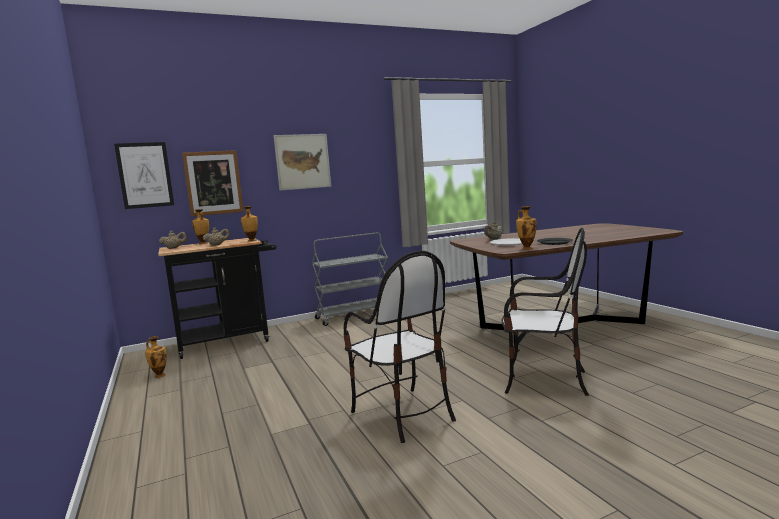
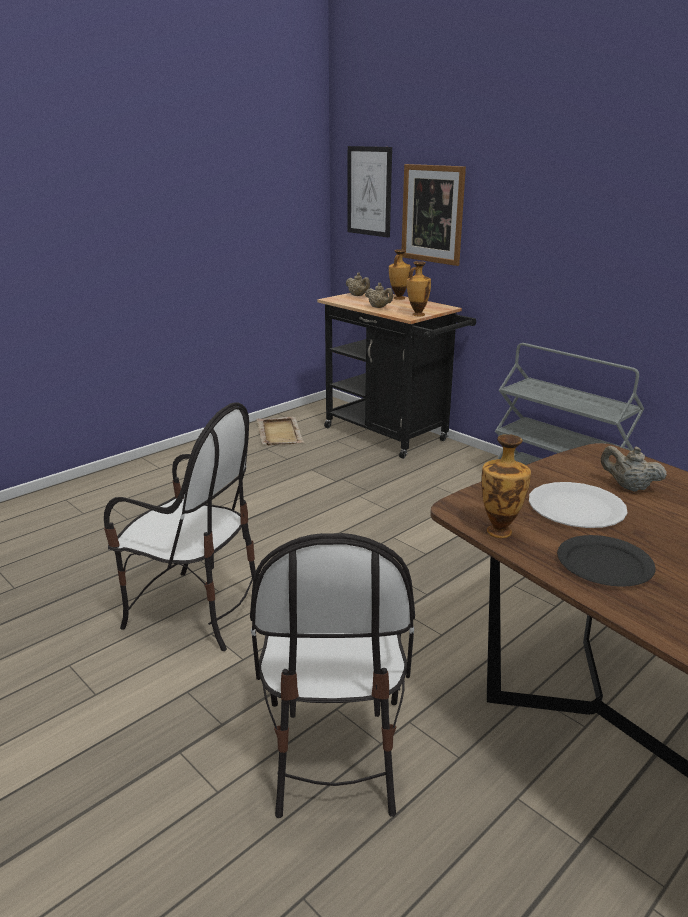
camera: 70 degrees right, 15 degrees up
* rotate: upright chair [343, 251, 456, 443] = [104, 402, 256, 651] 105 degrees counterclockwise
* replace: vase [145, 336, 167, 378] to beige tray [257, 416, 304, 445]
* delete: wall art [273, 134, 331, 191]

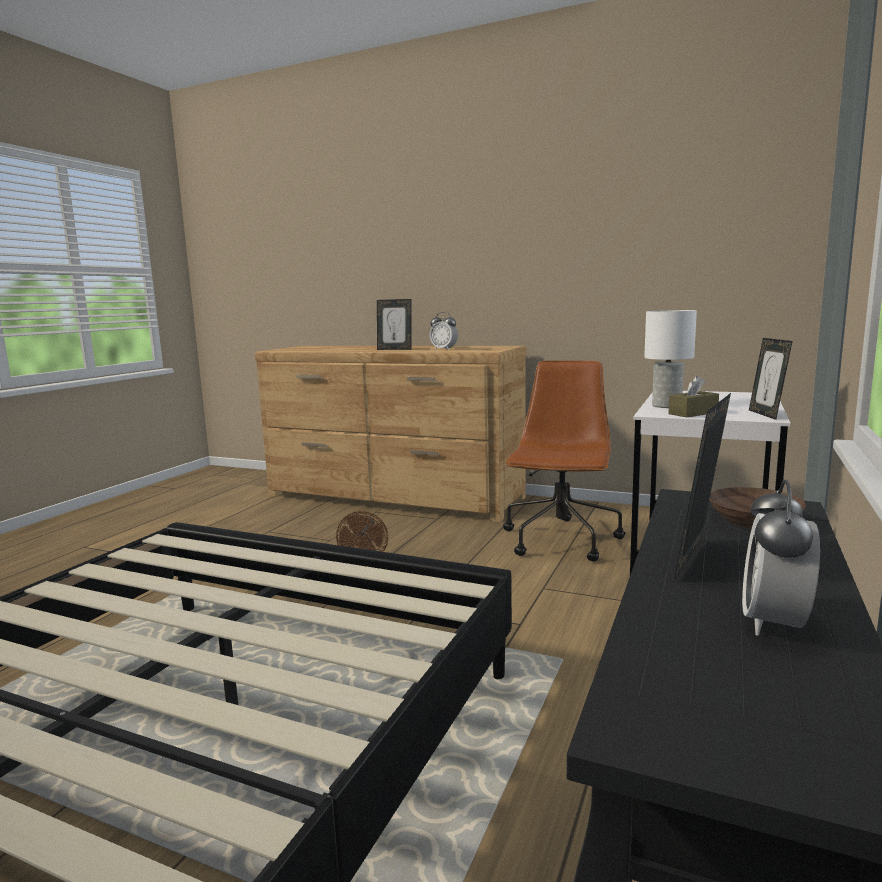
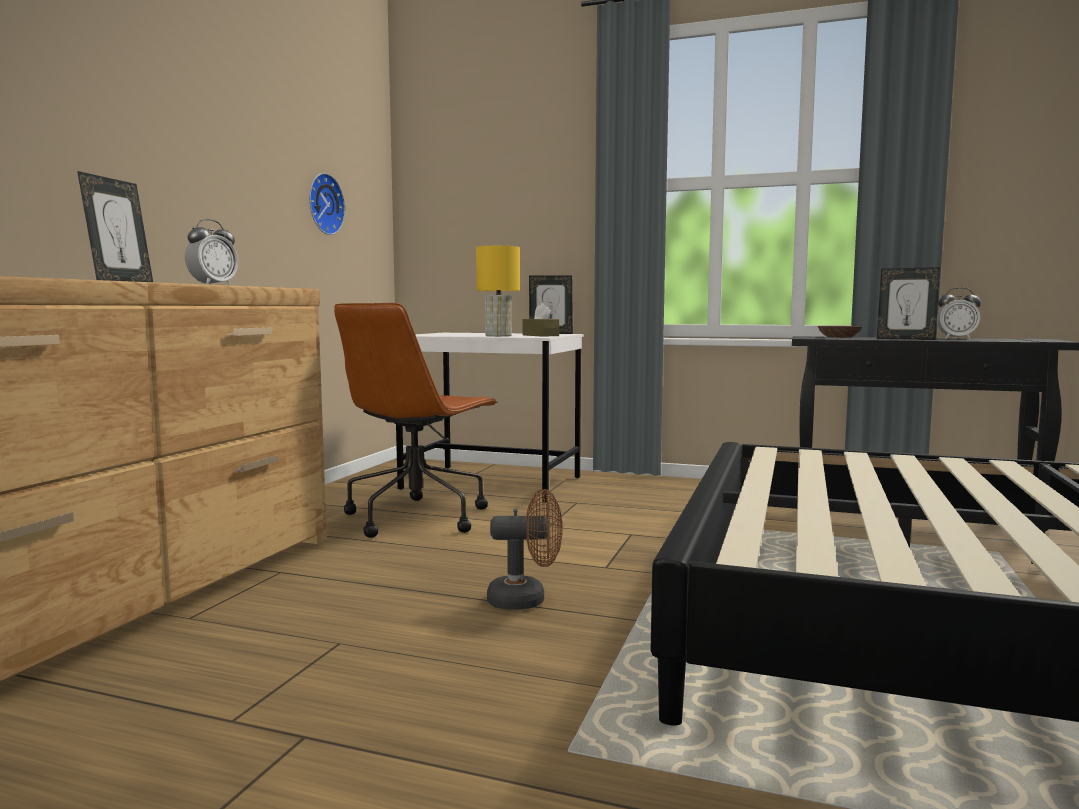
camera: 95 degrees left, 5 degrees down
* insert: hanging clock [309, 173, 345, 235]
* rotate: brown-coloured office chair [503, 360, 625, 562] = [334, 303, 498, 538] 75 degrees counterclockwise
* recolor: whitish lamp for a table [644, 310, 697, 408] to yellowish lamp for a table [476, 246, 520, 337]

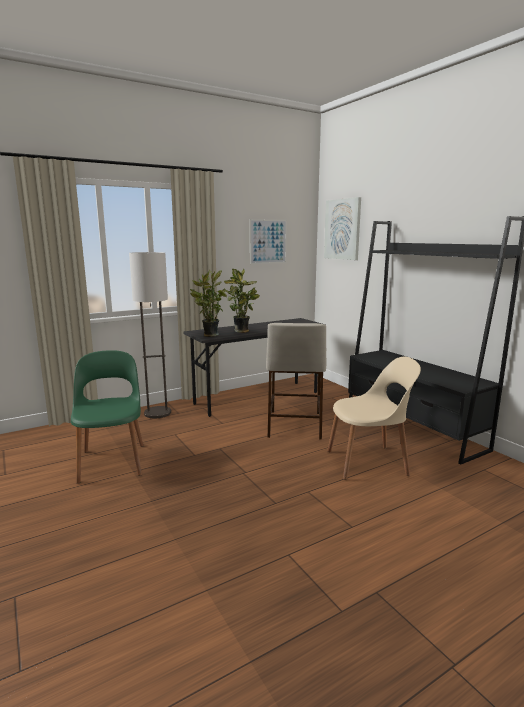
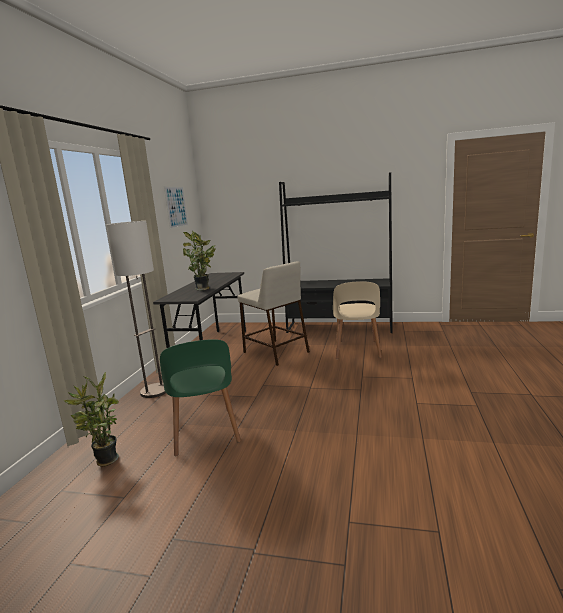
camera: 45 degrees left, 0 degrees up
* move: plant in a pot [190, 269, 227, 337] to [64, 371, 119, 467]
* rotate: greenish upright chair [71, 350, 143, 484] = [160, 339, 241, 456] 135 degrees counterclockwise
* rotate: beige upright chair [327, 357, 421, 480] = [333, 281, 382, 359] 150 degrees clockwise
* delete: wall art [324, 197, 361, 260]

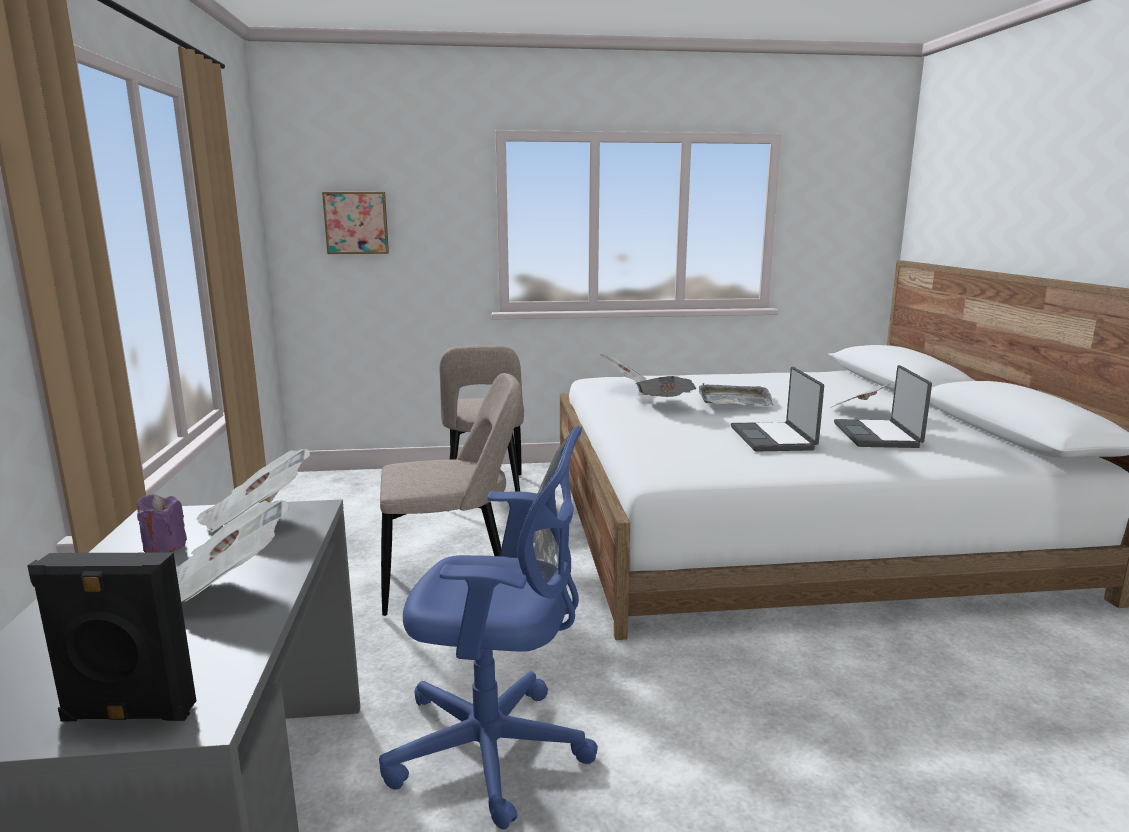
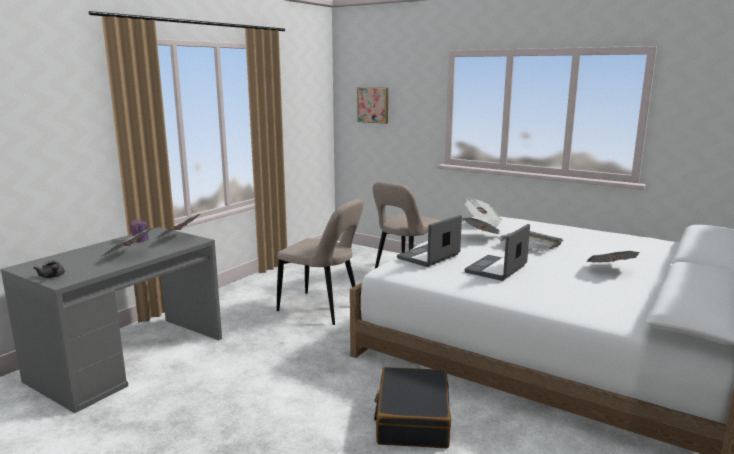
camera: 40 degrees right, 0 degrees up
* replace: black-coloured loudspeaker [27, 552, 196, 721] to grey tea pot [33, 261, 65, 278]
* insert: black-coloured travel case [374, 367, 451, 448]
* move: portable computer [834, 365, 932, 448] to [397, 215, 462, 267]
* delete: bluish office chair [379, 426, 598, 830]

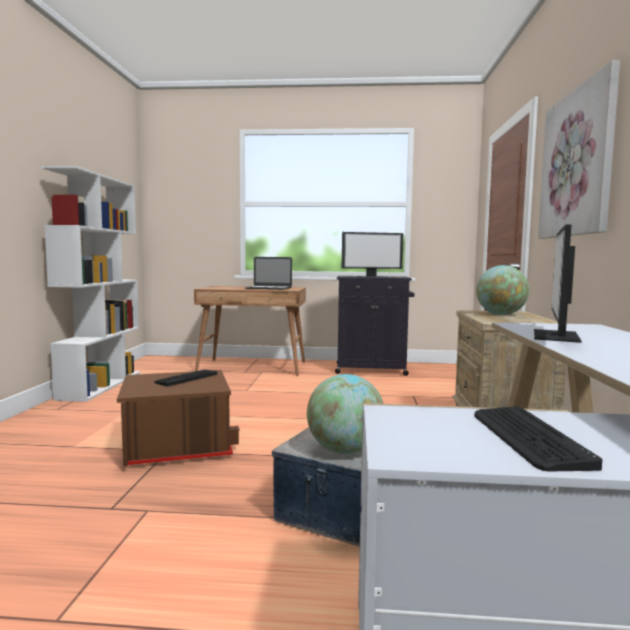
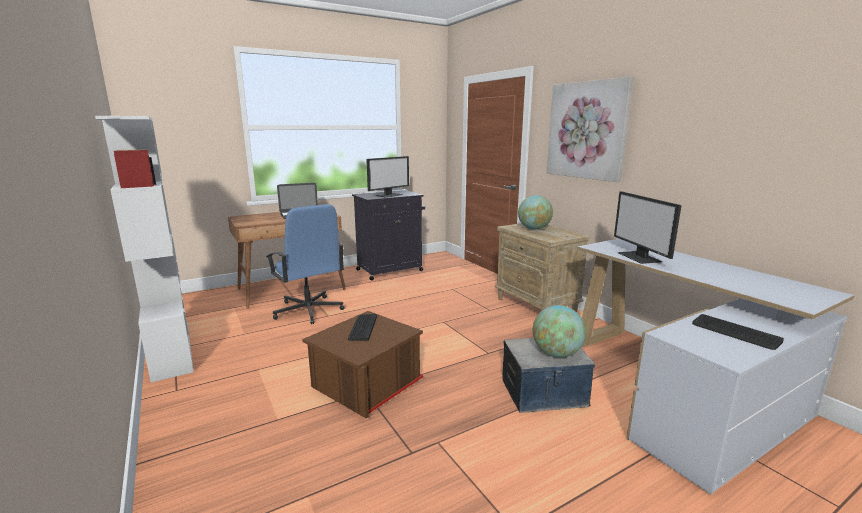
camera: 35 degrees left, 10 degrees up
* insert: bluish office chair [267, 204, 345, 324]

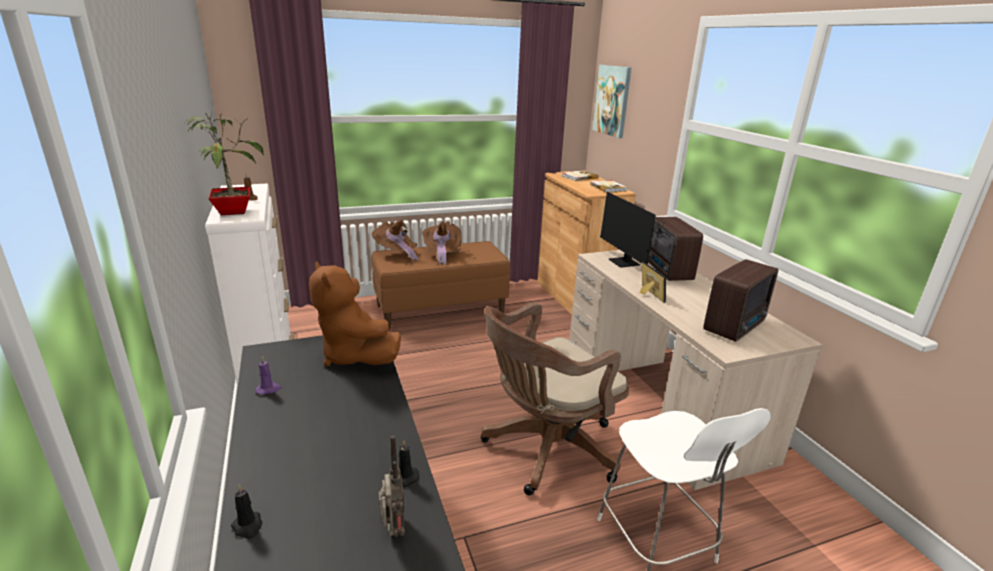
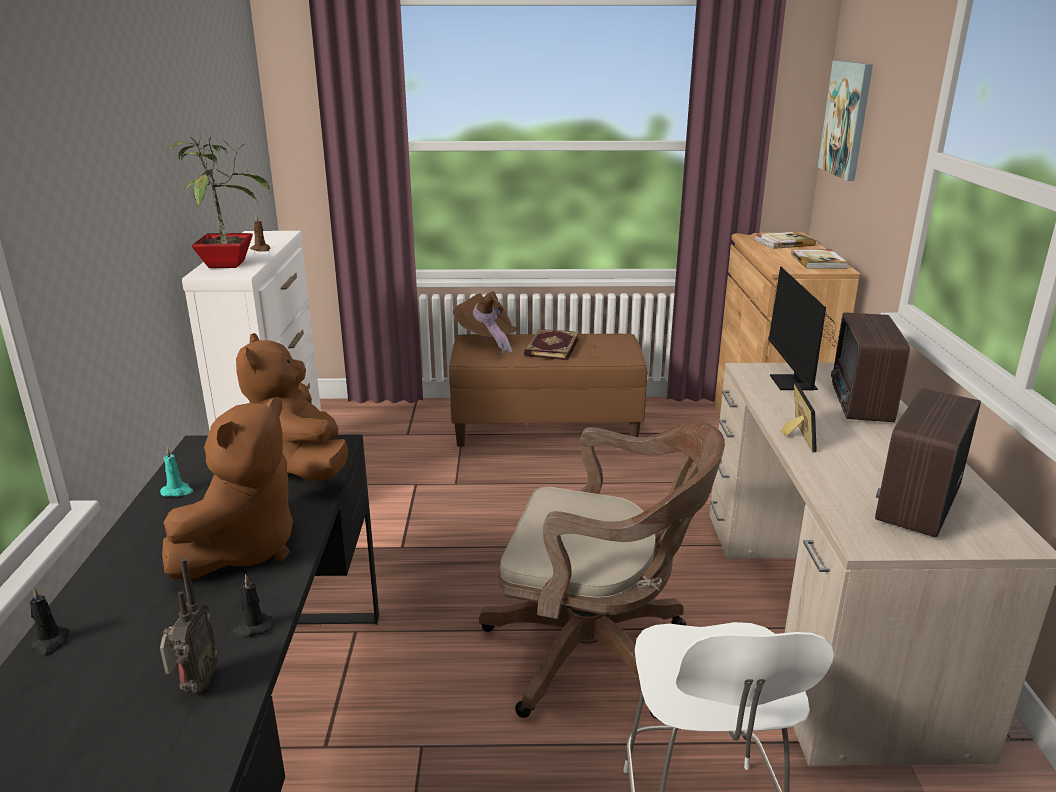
camera: 20 degrees right, 0 degrees up
* recolor: purplish candle [256, 356, 282, 395] to turquoise candle [160, 447, 193, 497]
* insert: brown-coloured plush toy [162, 397, 293, 579]
* rotate: brown-coloured office chair [481, 302, 629, 495] = [479, 421, 725, 719] 150 degrees counterclockwise
* replace: brown-coloured hat [422, 221, 462, 265] to book [524, 329, 579, 360]
* rotate: radio set [703, 259, 778, 342] = [875, 388, 981, 538] 150 degrees clockwise

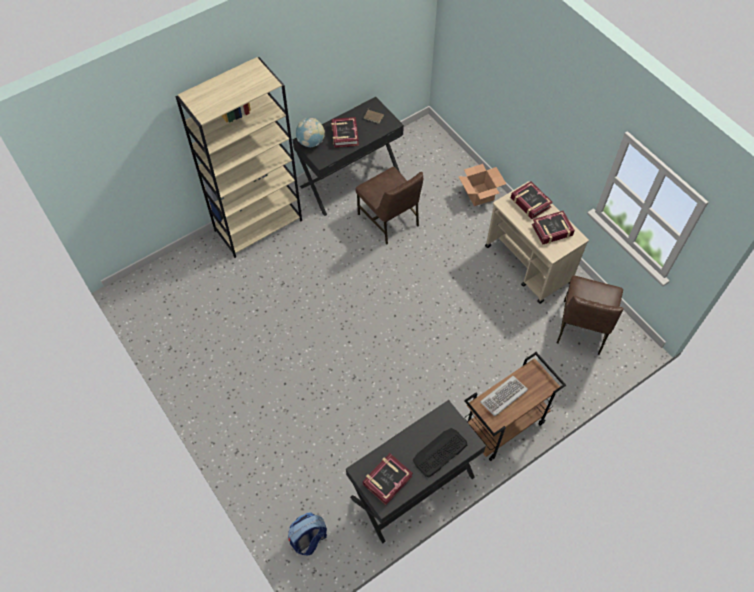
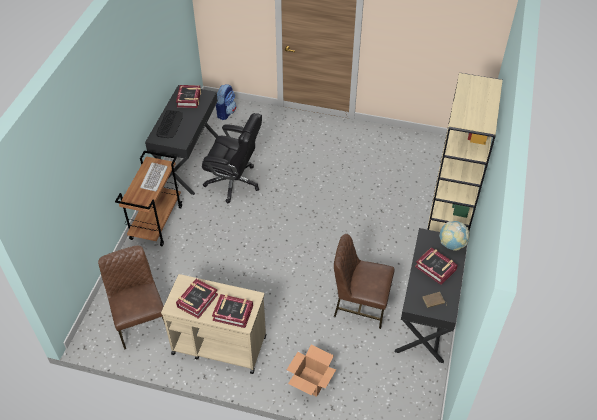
camera: 140 degrees right, 10 degrees down
* insert: black-coloured office chair [202, 113, 262, 203]

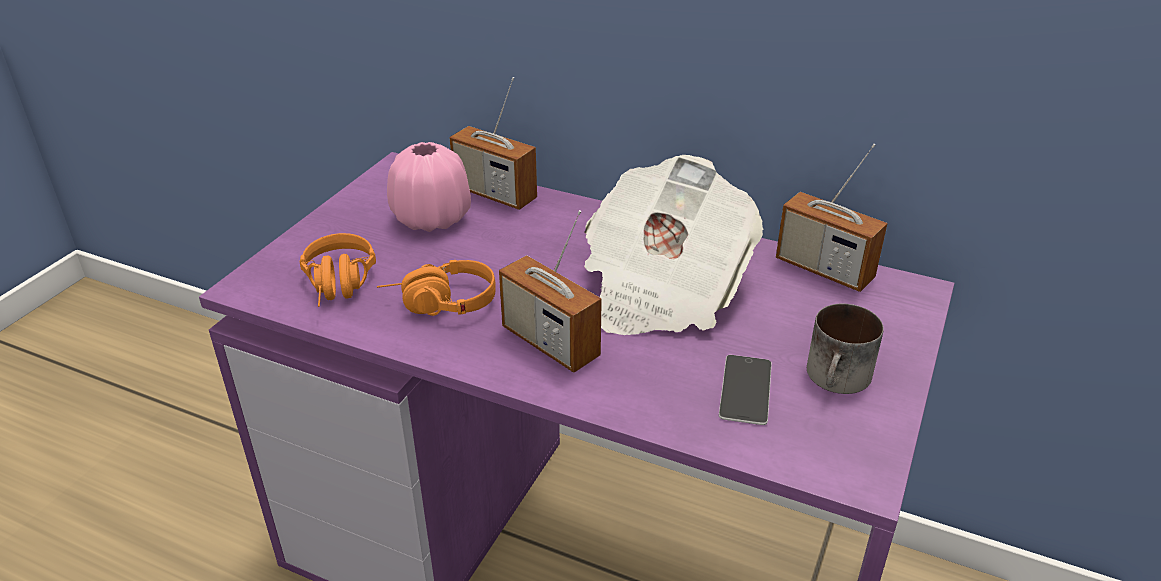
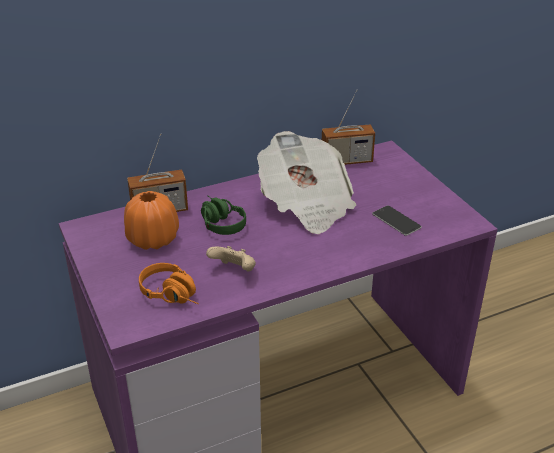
camera: 50 degrees left, 0 degrees up
* recolor: pink vase [387, 142, 471, 232] to orange vase [124, 191, 179, 250]
* insert: greenish headphones [201, 195, 246, 235]
* replace: orange headphones [377, 260, 496, 316] to beige game controller [206, 246, 256, 271]
* delete: radio set [499, 210, 602, 372]
* delete: coffee mug [807, 304, 884, 394]

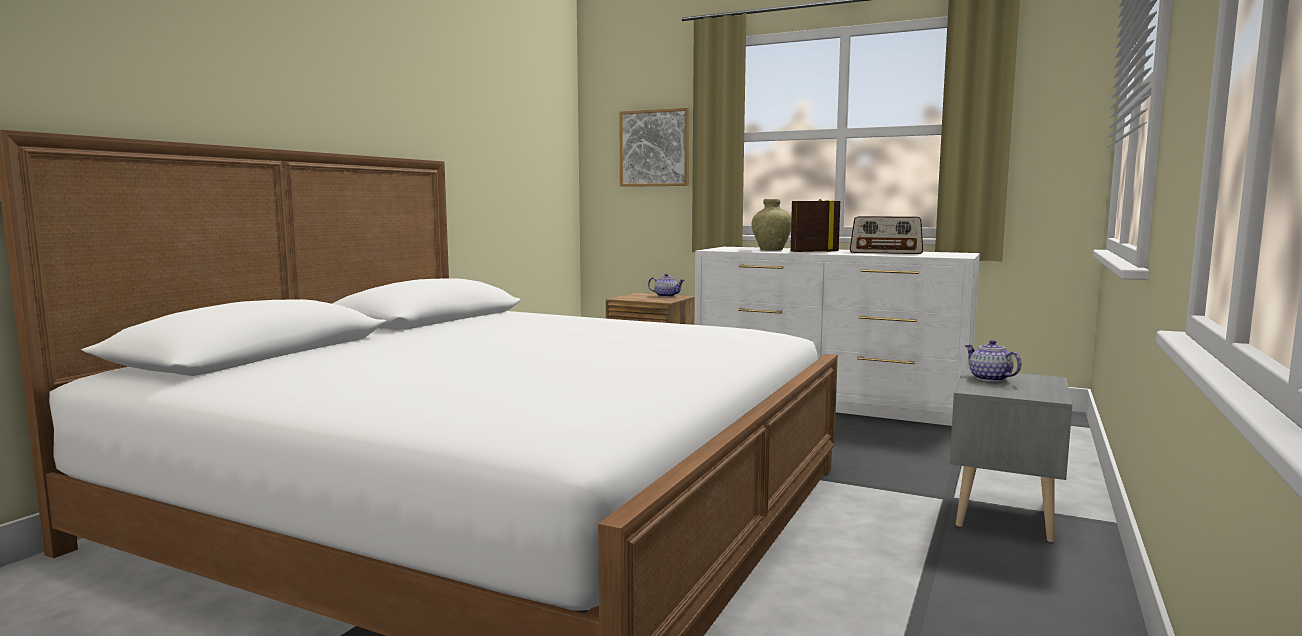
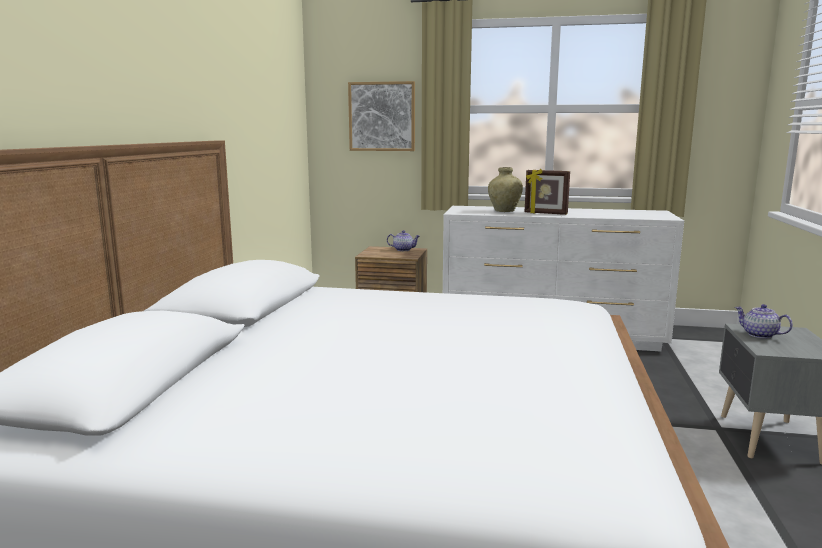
camera: 15 degrees left, 5 degrees up
* rotate: photo frame [791, 199, 840, 252] = [525, 169, 570, 215] 120 degrees counterclockwise
* delete: radio set [850, 216, 923, 254]

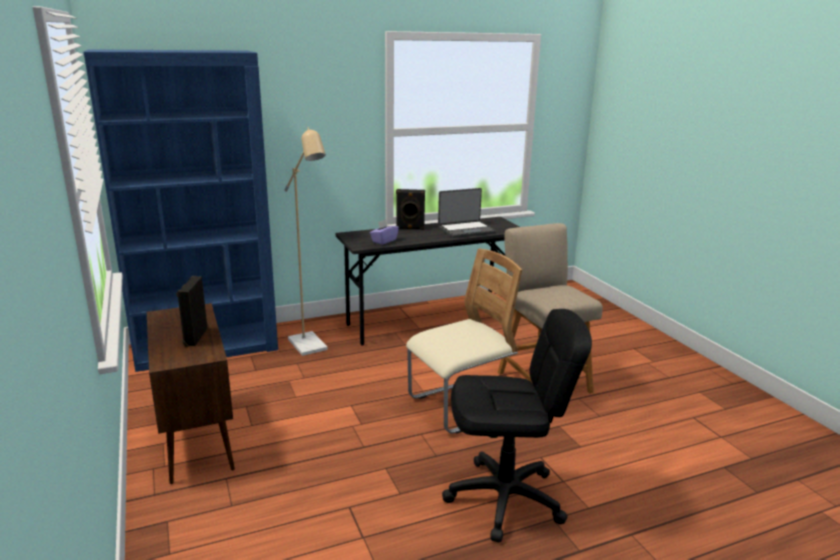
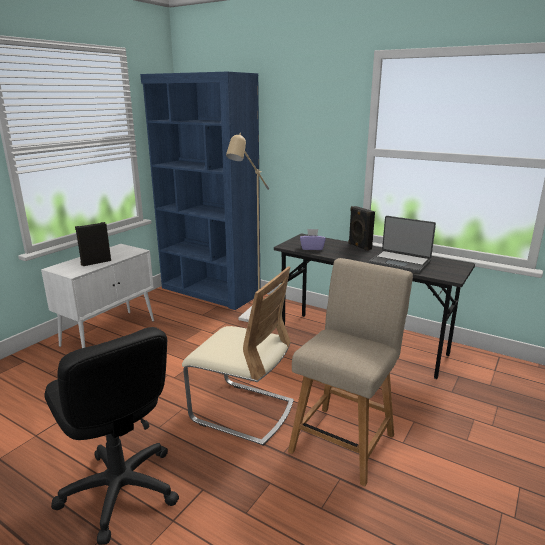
camera: 55 degrees right, 0 degrees up
* recolor: brown-coloured storage cabinet [147, 303, 235, 484] to whitish storage cabinet [41, 244, 154, 348]

